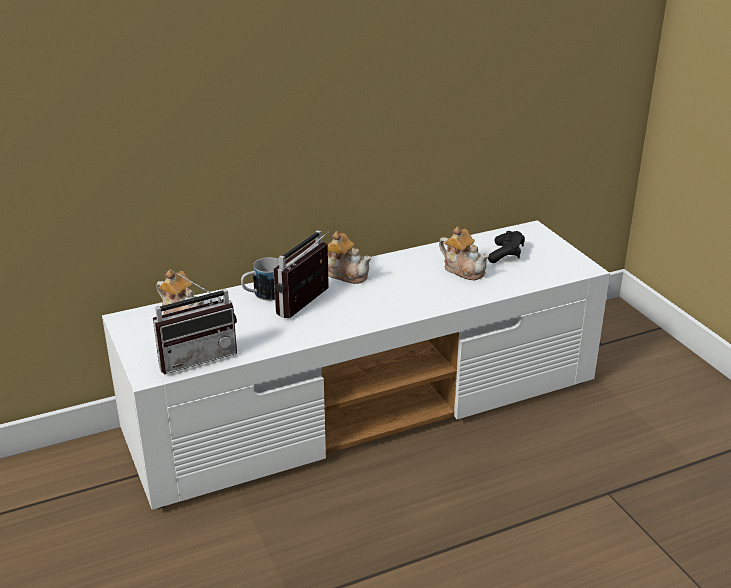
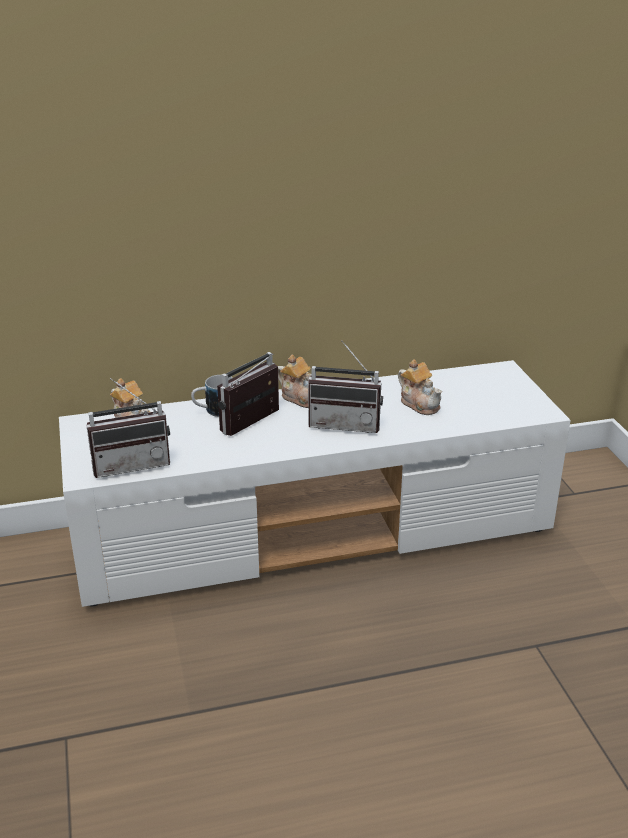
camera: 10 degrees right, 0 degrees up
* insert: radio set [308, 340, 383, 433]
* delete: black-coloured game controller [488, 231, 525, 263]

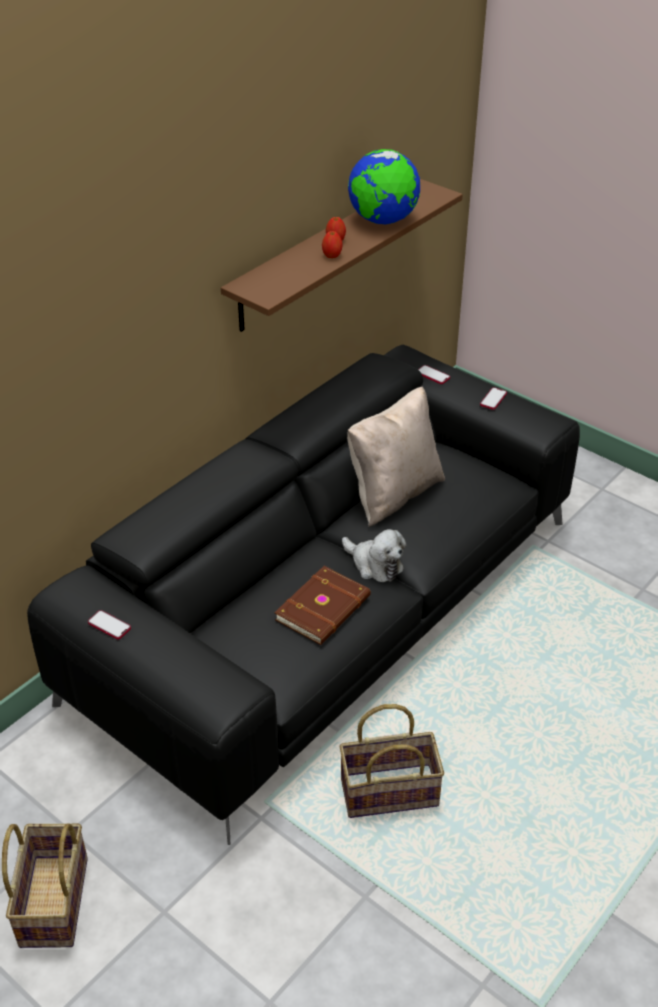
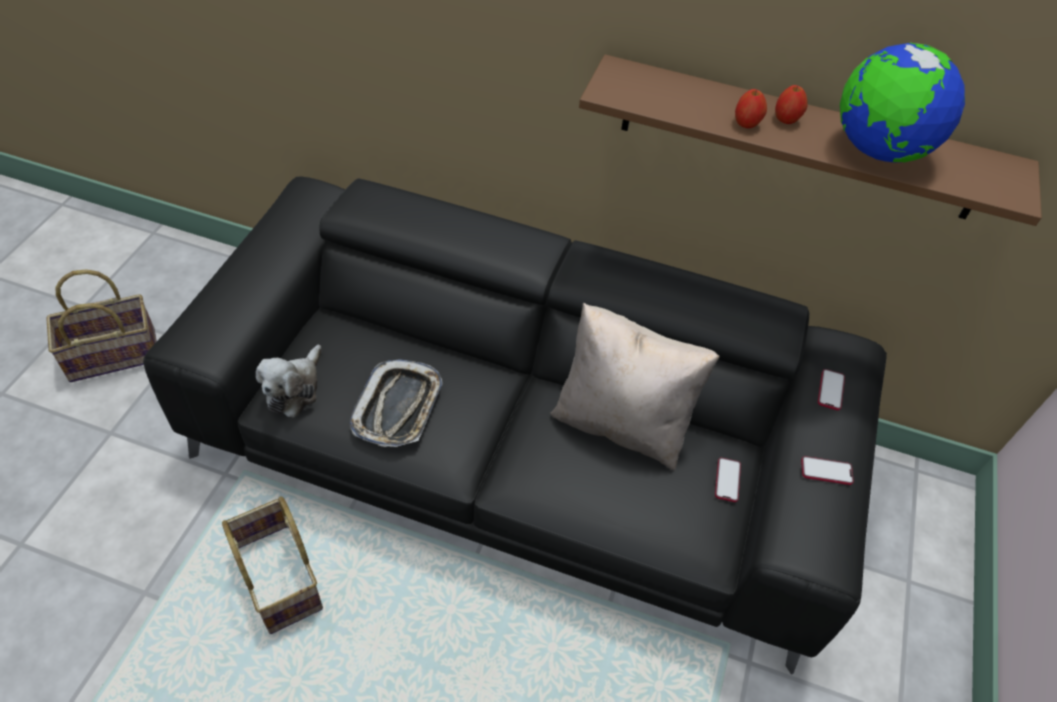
camera: 65 degrees right, 10 degrees up
* move: plush toy [342, 529, 406, 582] to [256, 345, 322, 418]
* replace: brown-coloured book [274, 566, 371, 645] to tray [350, 359, 442, 447]
* move: handset [88, 610, 131, 639] to [715, 458, 741, 502]

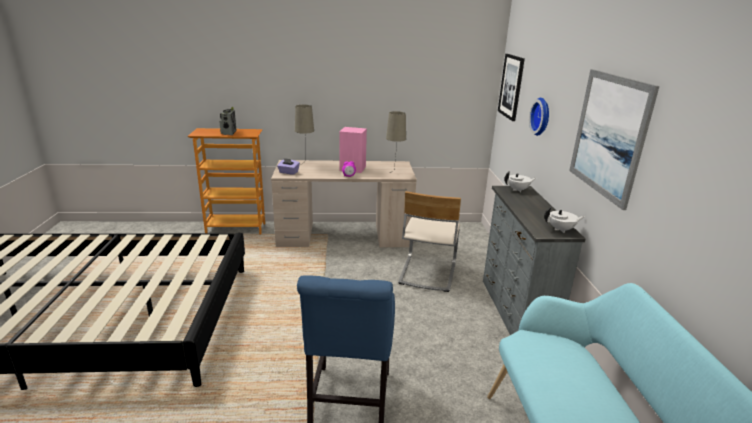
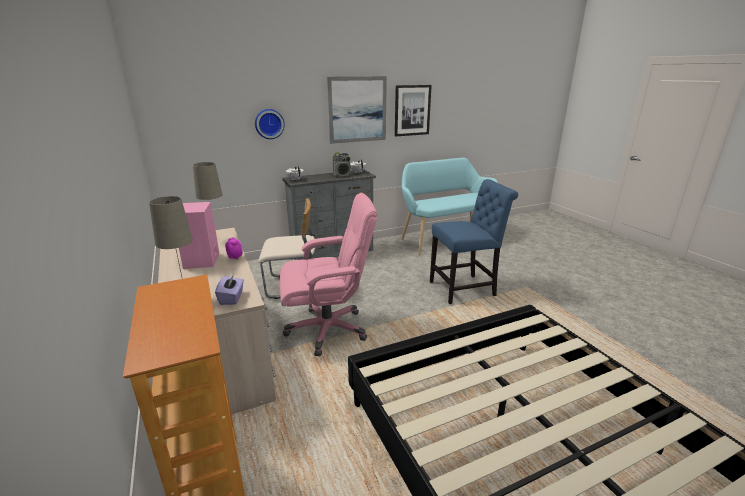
camera: 110 degrees left, 0 degrees up
* insert: pink office chair [280, 193, 377, 356]
* move: radio set [219, 107, 237, 135] to [332, 152, 351, 177]
* move: wall art [498, 54, 525, 121] to [395, 85, 432, 136]

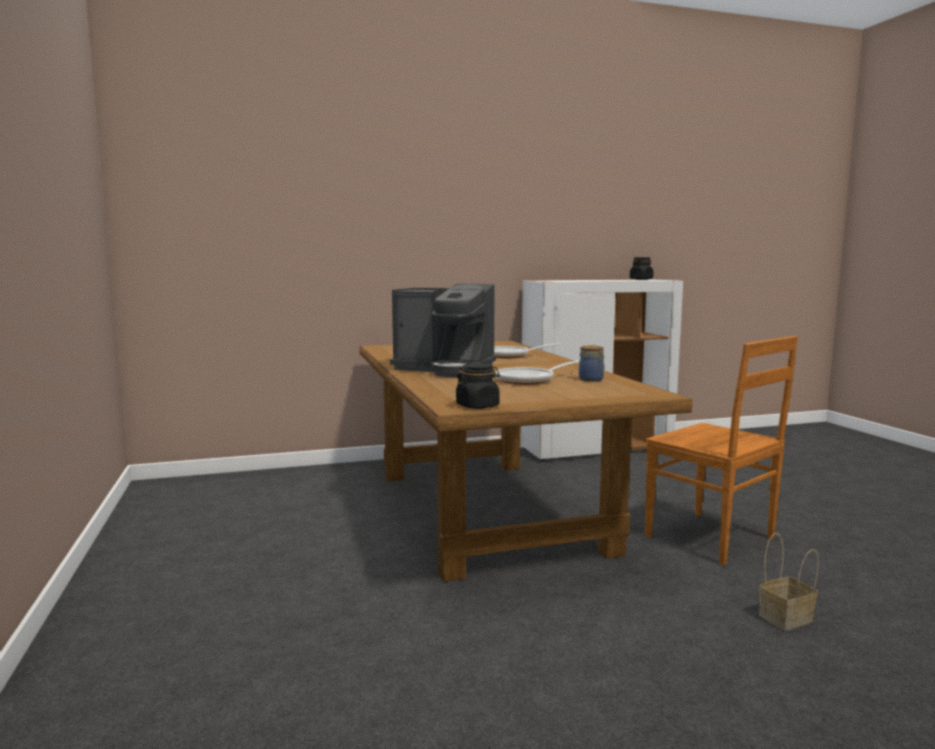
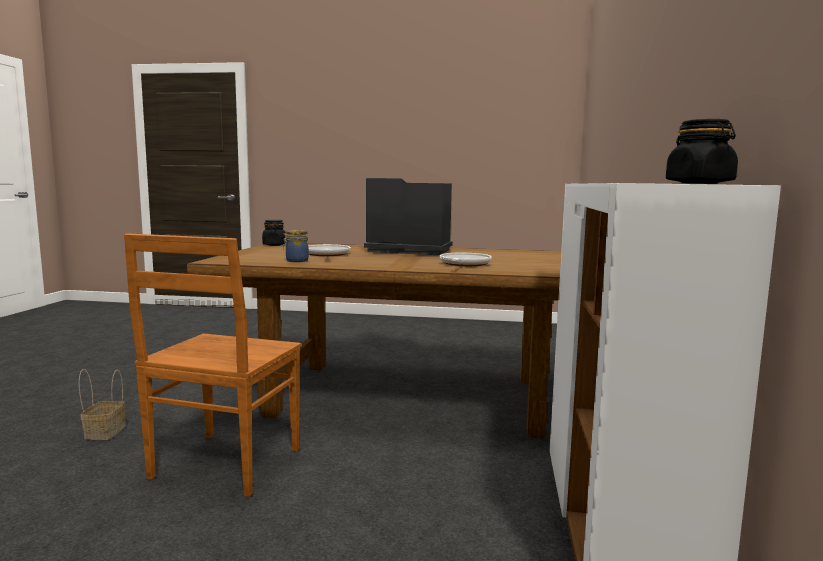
camera: 115 degrees right, 0 degrees up
* rotate: brown-coloured upright chair [645, 336, 798, 566] = [124, 233, 301, 497] 60 degrees counterclockwise
* rotate: coffee brewer [390, 284, 496, 377] = [364, 178, 453, 255] 60 degrees clockwise

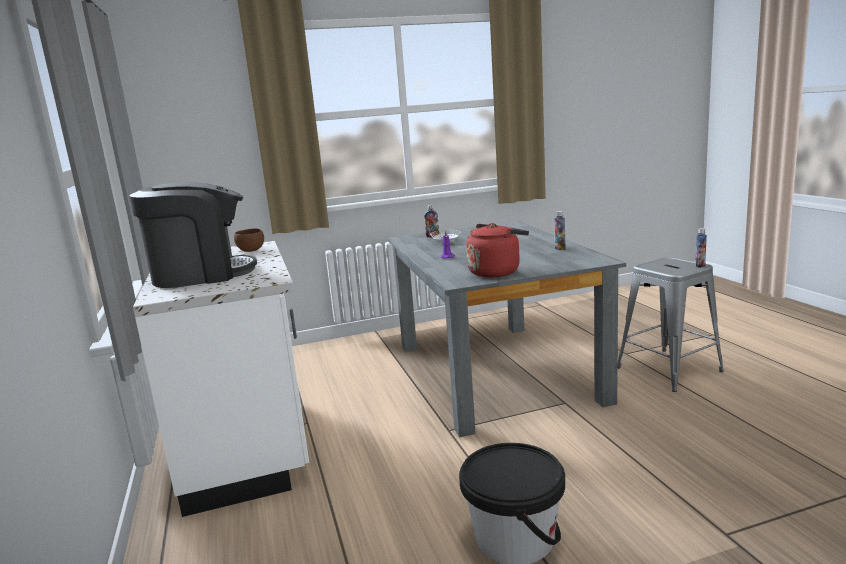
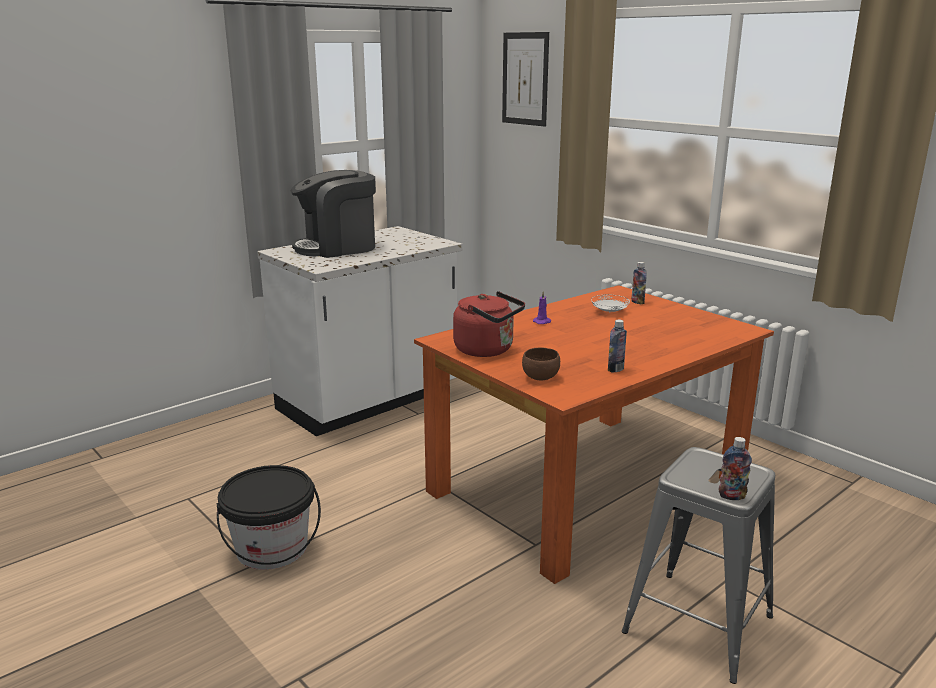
camera: 65 degrees right, 5 degrees up
* rotate: coffee brewer [130, 182, 257, 288] = [290, 170, 376, 258] 105 degrees clockwise
* recolor: grey dining table [387, 221, 626, 437] to orange dining table [414, 285, 774, 584]
* insert: wall art [502, 32, 549, 127]
* move: brown-coloured serving bowl [234, 229, 264, 252] to [522, 347, 560, 380]

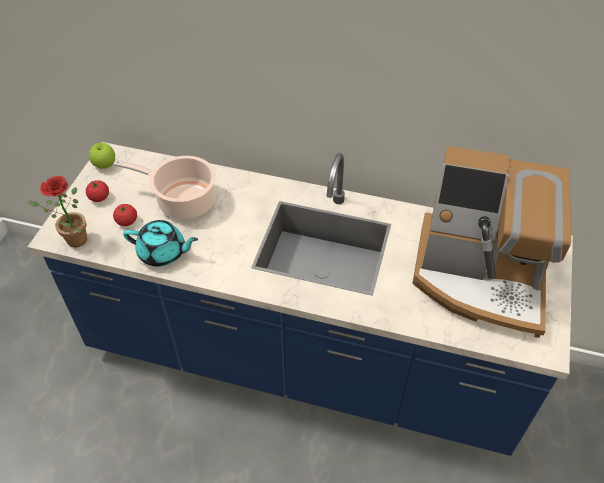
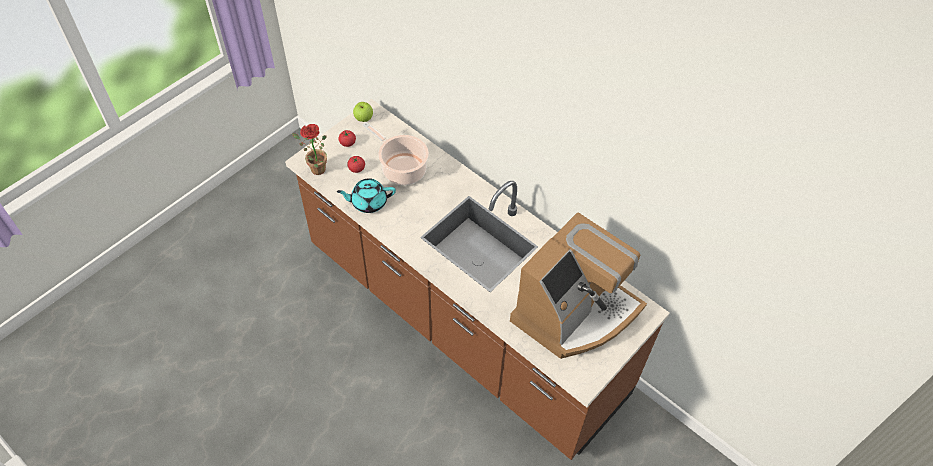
camera: 25 degrees right, 5 degrees up
* recolor: bluish counter [28, 142, 573, 456] to brown-coloured counter [285, 99, 670, 460]
* rotate: turquoise tea pot [123, 220, 198, 267] = [337, 178, 396, 213] 135 degrees clockwise
* rotate: coffee brewer [412, 146, 571, 338] = [510, 213, 647, 359] 90 degrees counterclockwise

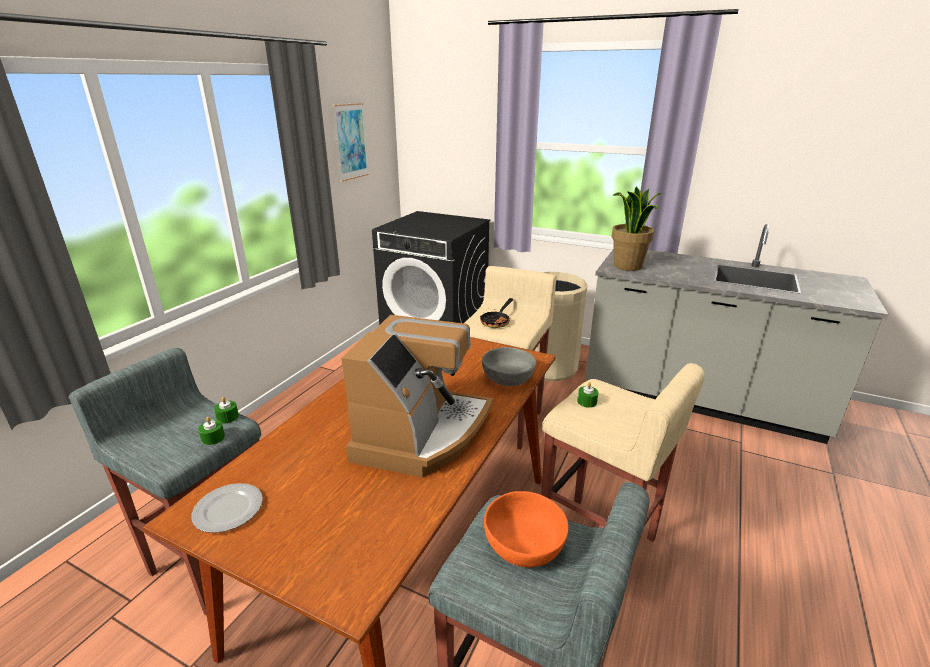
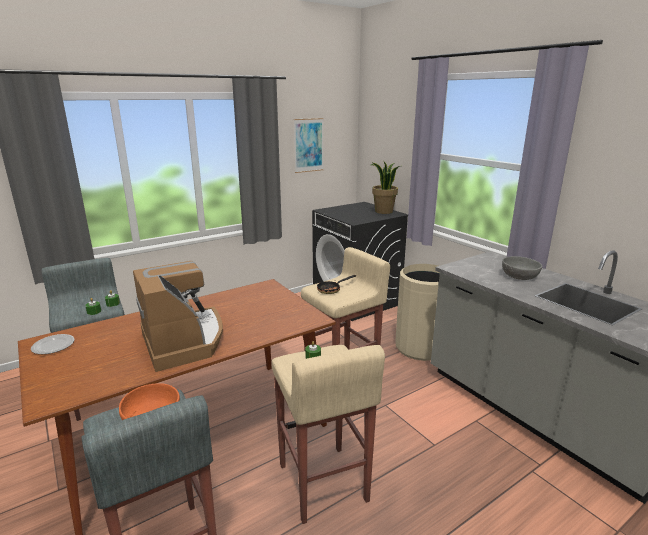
camera: 30 degrees right, 5 degrees down
* rotate: coffee brewer [341, 315, 493, 477] = [133, 261, 223, 372] 75 degrees counterclockwise
* move: plant in a pot [612, 186, 663, 271] to [371, 162, 400, 214]
* move: grey serving bowl [482, 347, 536, 386] to [502, 256, 542, 280]

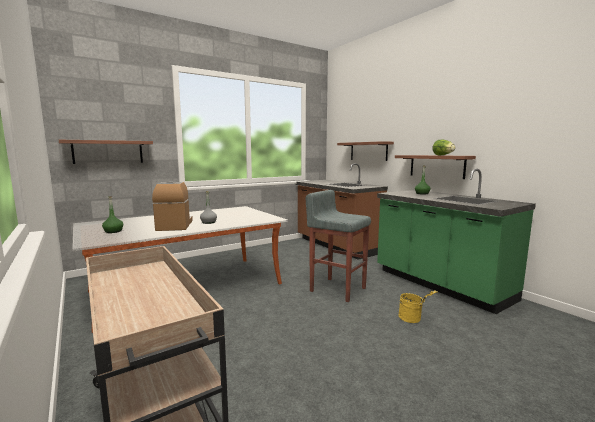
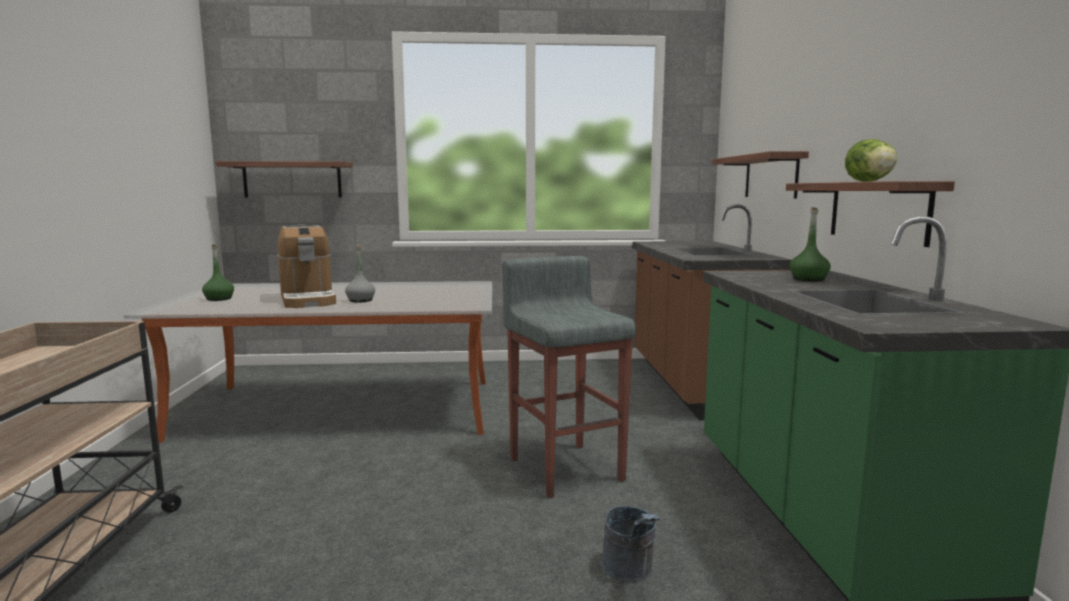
camera: 30 degrees right, 0 degrees up
* rotate: coffee brewer [152, 182, 193, 231] = [277, 224, 336, 308] 135 degrees clockwise
* recolor: yellowish water bucket [398, 290, 438, 323] to grey water bucket [601, 506, 660, 582]

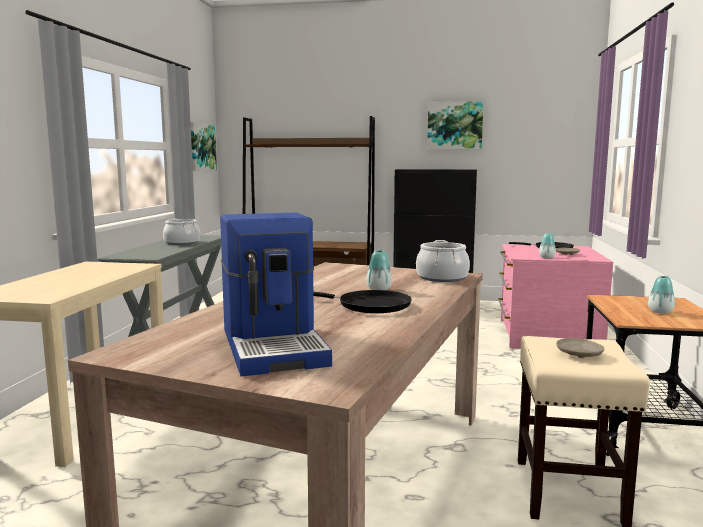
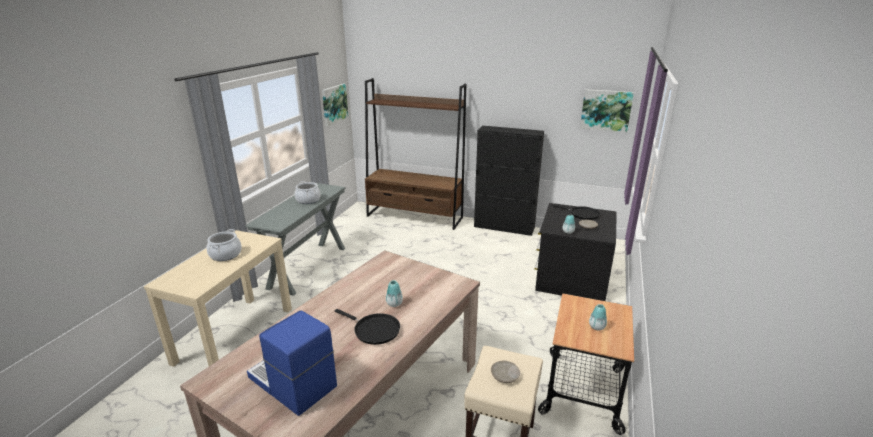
camera: 10 degrees right, 15 degrees up
* move: stockpot [416, 240, 470, 282] to [207, 229, 242, 261]
* rotate: coffee brewer [220, 212, 332, 377] = [247, 311, 337, 416] 135 degrees clockwise
* recolor: pink dresser [498, 244, 613, 349] to black-coloured dresser [534, 203, 617, 301]
* move: wall art [427, 101, 483, 149] to [580, 89, 634, 132]

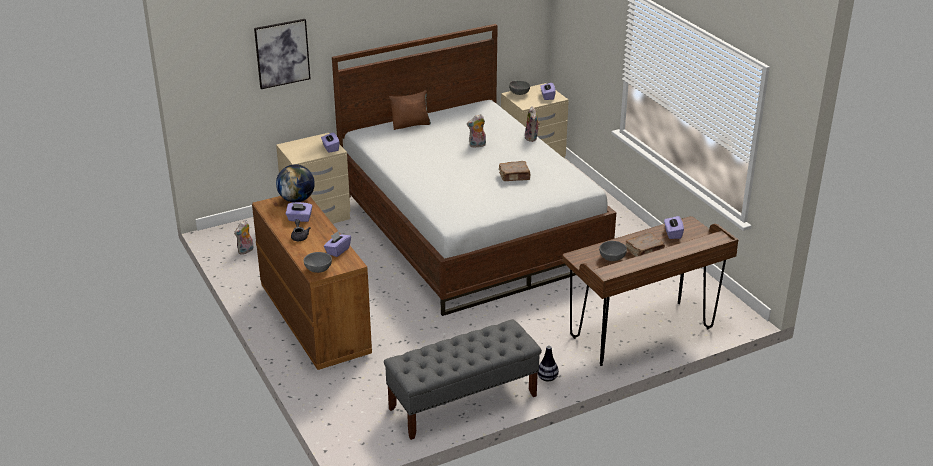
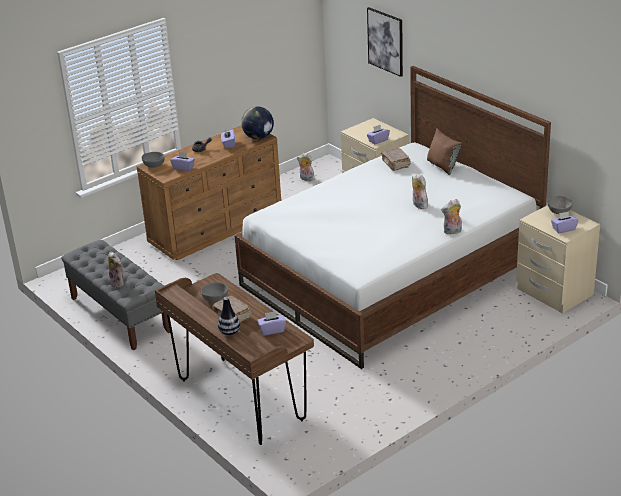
camera: 80 degrees right, 0 degrees up
* insert: plush toy [108, 251, 124, 288]
* move: vase [538, 346, 559, 381] to [218, 297, 240, 335]
* move: brown-coloured book [499, 161, 531, 181] to [381, 148, 411, 171]

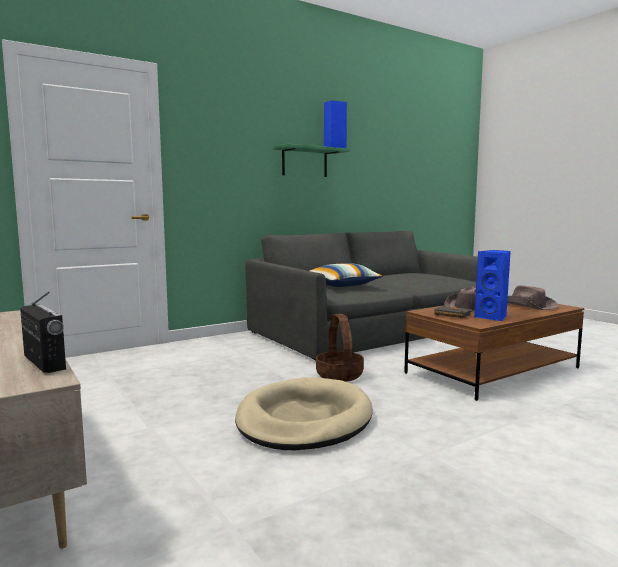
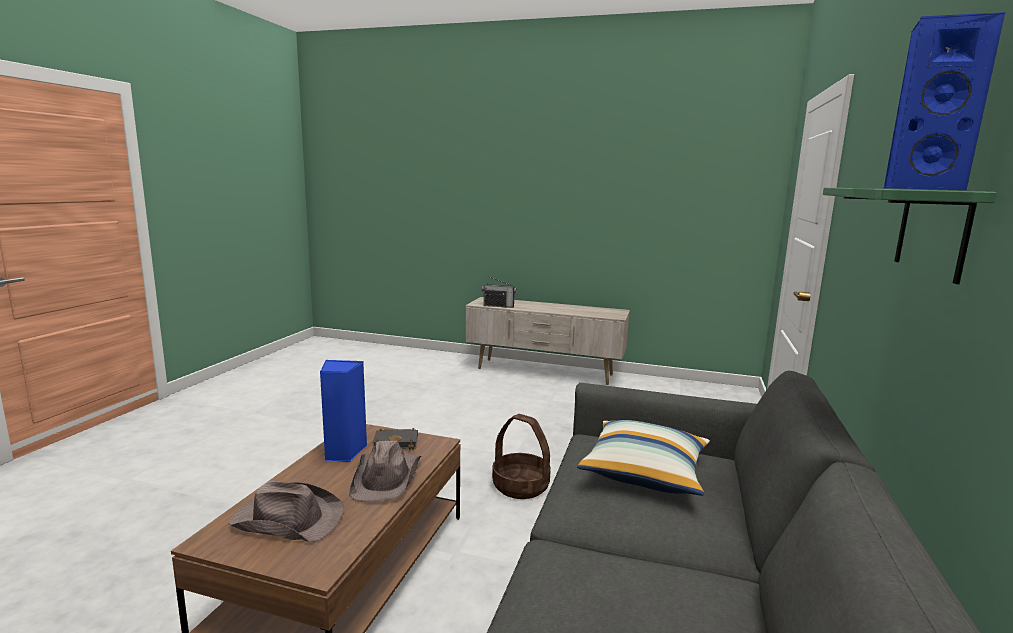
camera: 140 degrees right, 5 degrees up
* delete: beige dog bed [235, 377, 373, 450]

